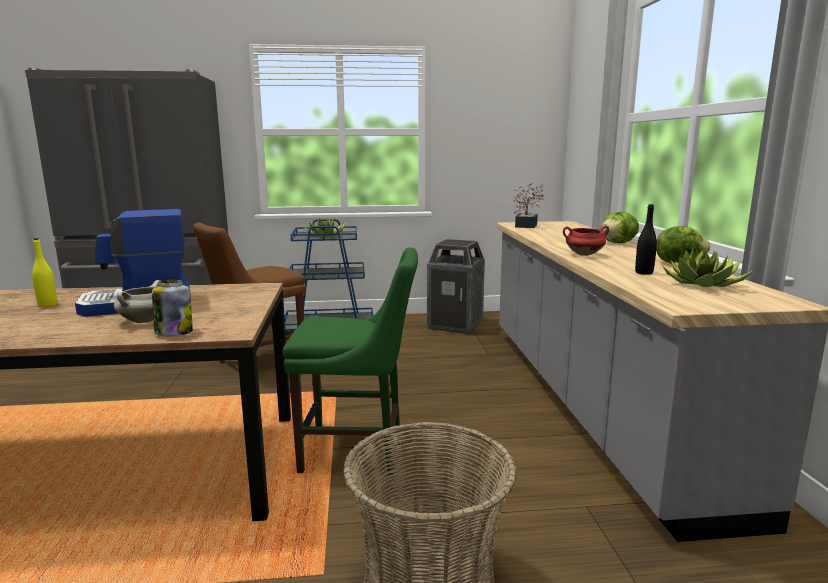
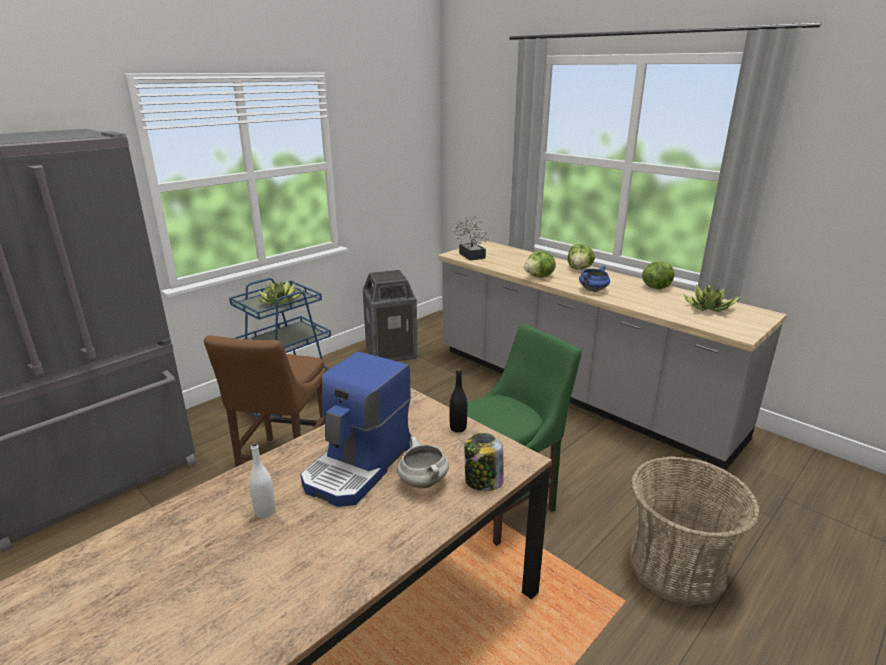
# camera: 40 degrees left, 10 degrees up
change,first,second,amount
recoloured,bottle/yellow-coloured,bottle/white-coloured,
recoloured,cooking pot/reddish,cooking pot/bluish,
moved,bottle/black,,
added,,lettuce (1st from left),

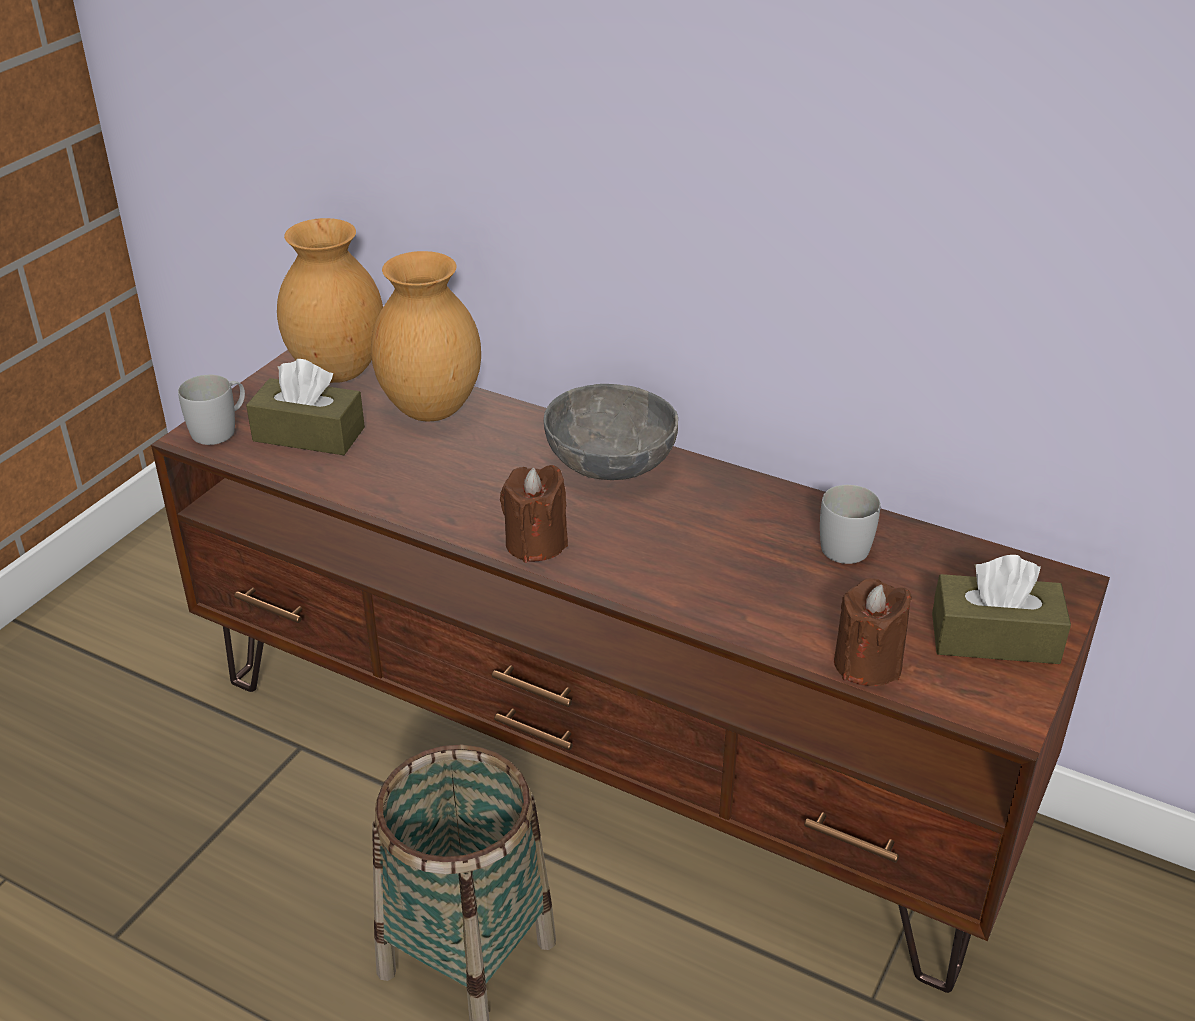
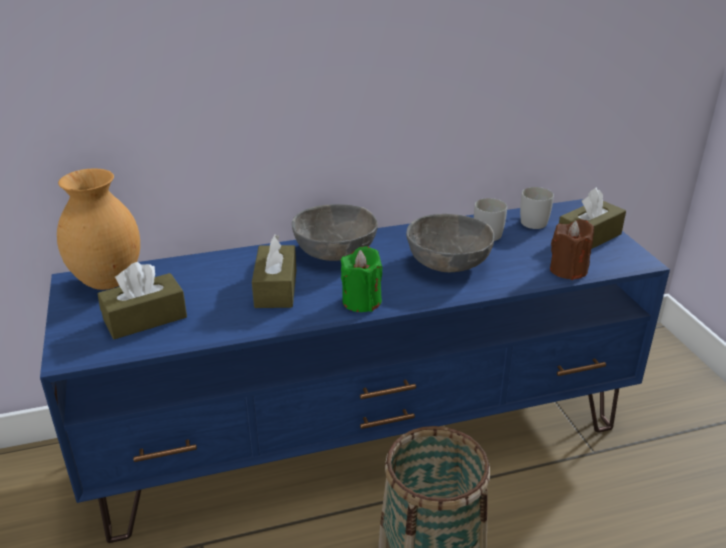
# camera: 45 degrees left, 5 degrees down
change,first,second,amount
recoloured,tv stand/brownish,tv stand/bluish,
moved,mug/white-coloured (1st from left in the first image),mug/white-coloured (2nd from left),
removed,vase/brownish (2nd from left),,
recoloured,candle/brownish (1st from left),candle/green,
added,,tissue box/brownish (2nd from left),
added,,bowl/gray (2nd from left),

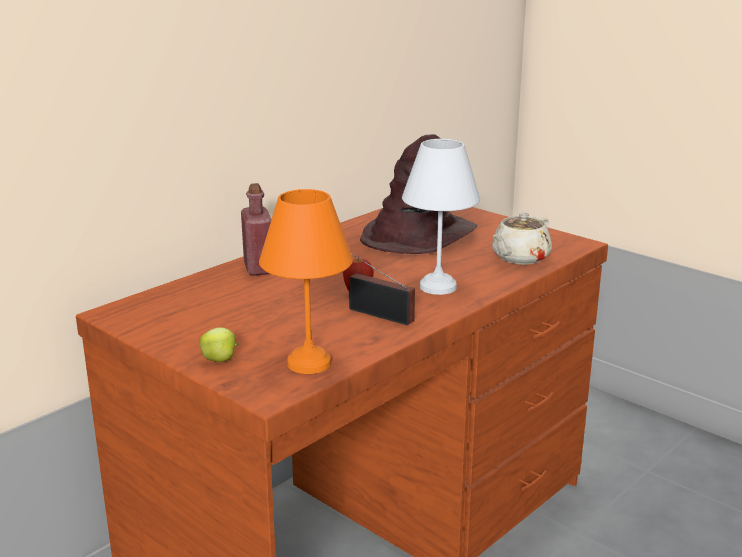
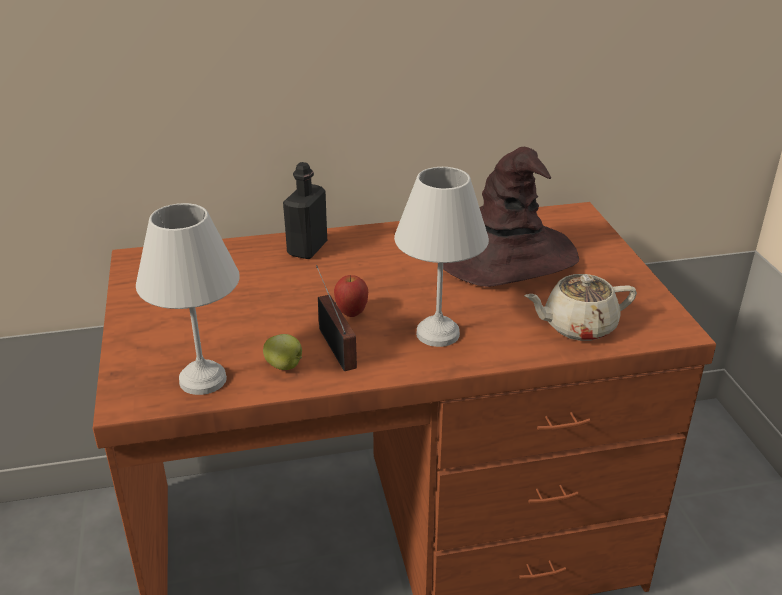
# camera: 35 degrees right, 10 degrees up
change,first,second,amount
moved,apple (1st from left),,
recoloured,bottle/reddish,bottle/black,
recoloured,lamp for a table/orange-coloured,lamp for a table/white-coloured (1st from left),

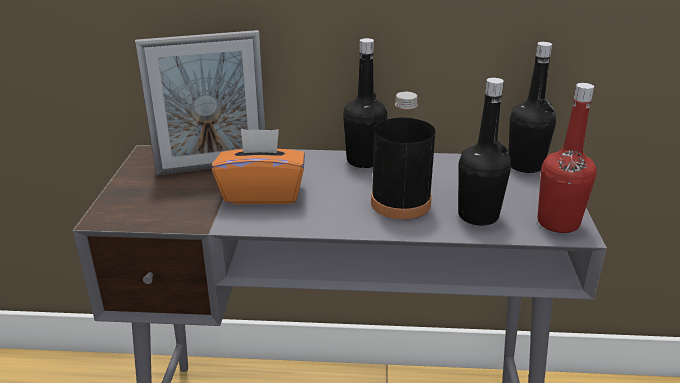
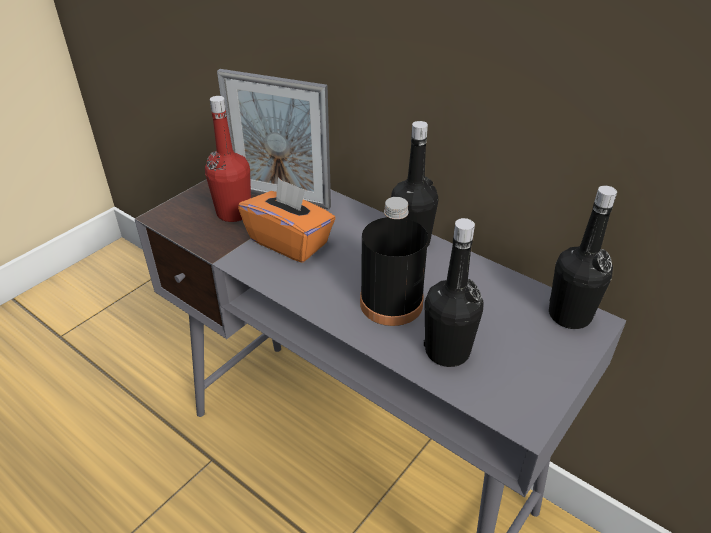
# camera: 35 degrees right, 10 degrees up
change,first,second,amount
moved,bottle/reddish,,

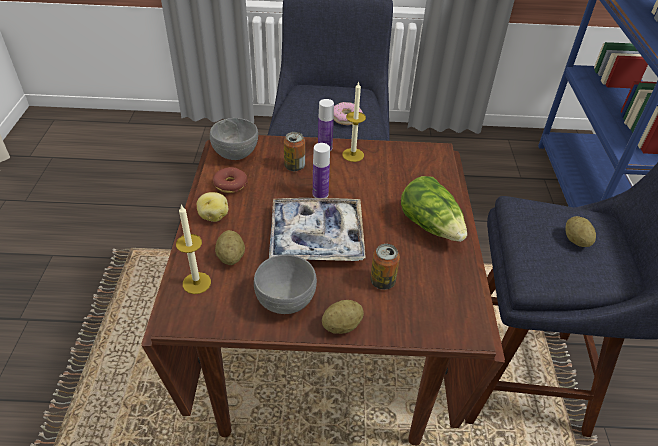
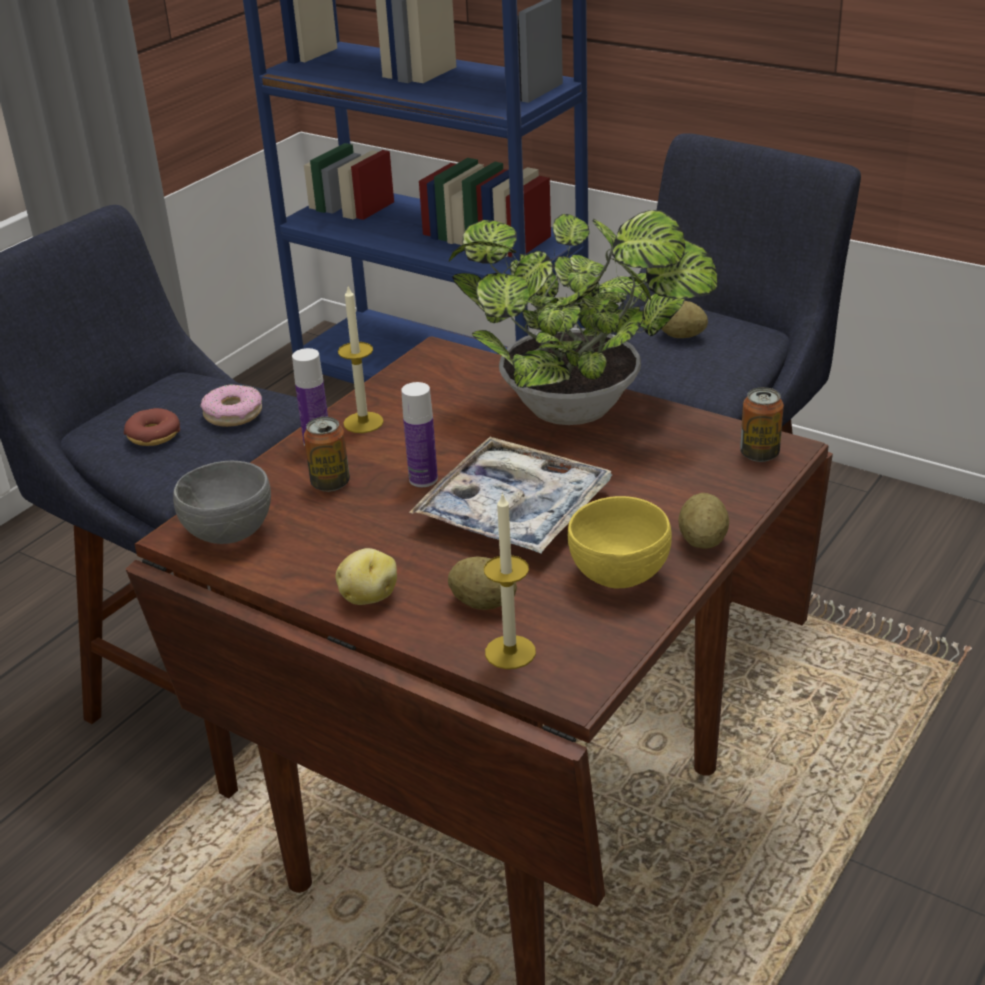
# camera: 55 degrees left, 10 degrees down
change,first,second,amount
moved,ring doughnut (1st from left),,
recoloured,bowl/gray (2nd from left),bowl/yellow-coloured,
moved,can (2nd from left),,
replaced,lettuce,potted plant,

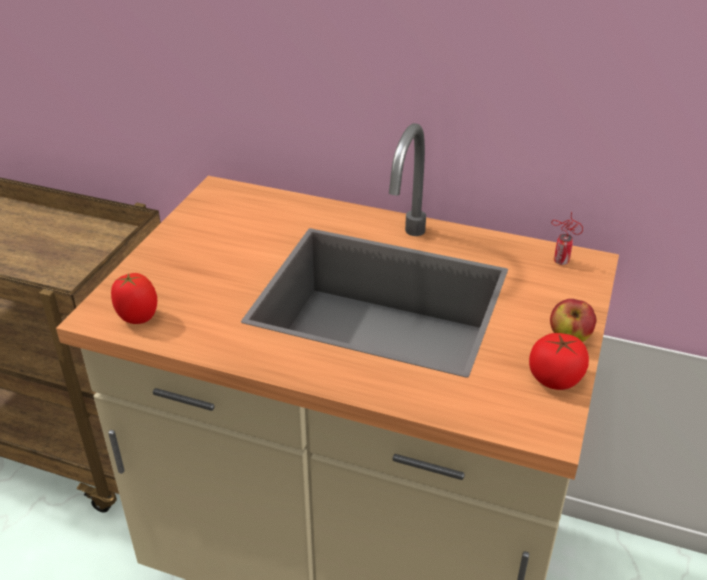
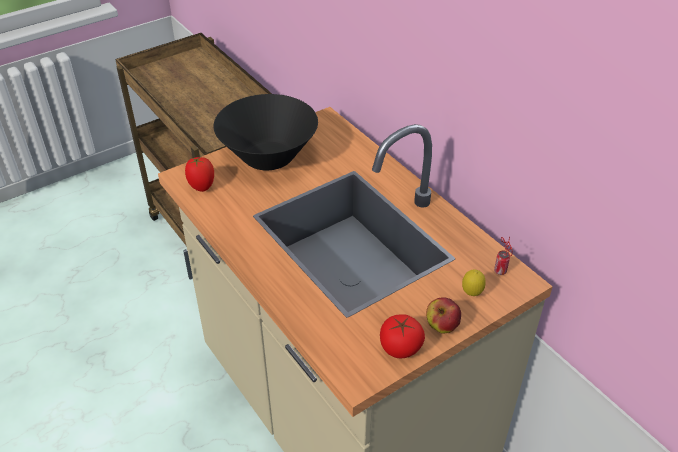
# camera: 35 degrees right, 5 degrees up
change,first,second,amount
added,,bowl/black,
added,,citrus fruit,

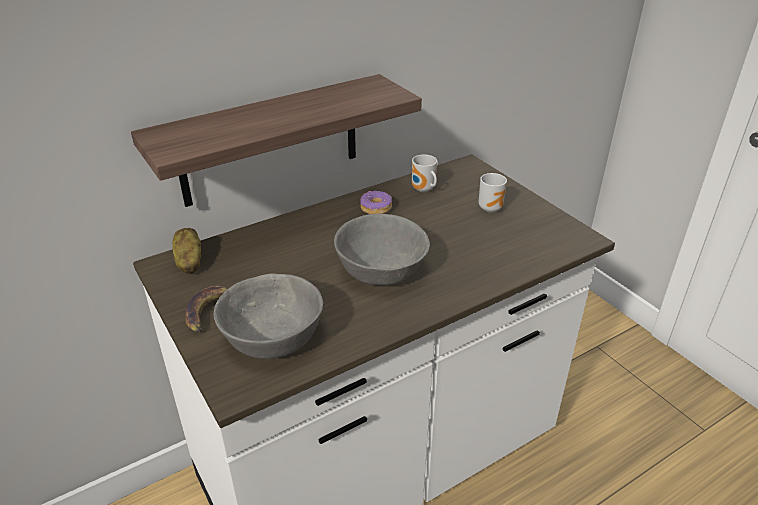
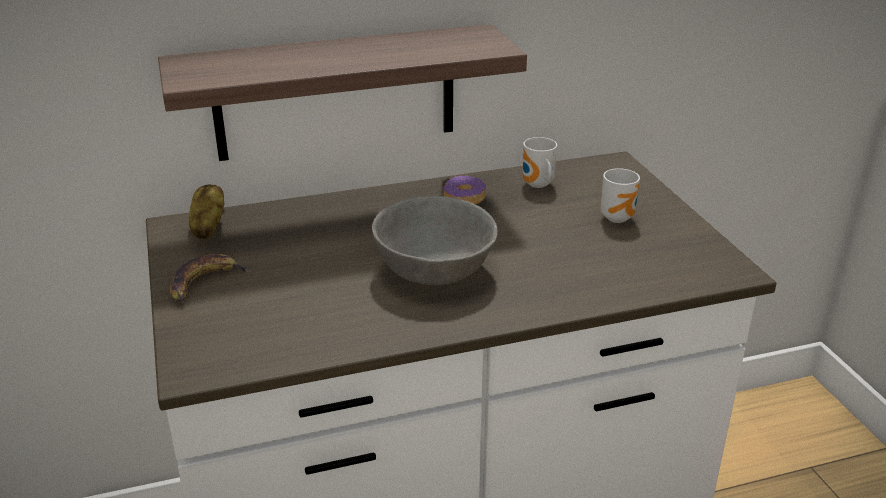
# camera: 15 degrees right, 5 degrees down
change,first,second,amount
removed,bowl/gray (1st from left),,

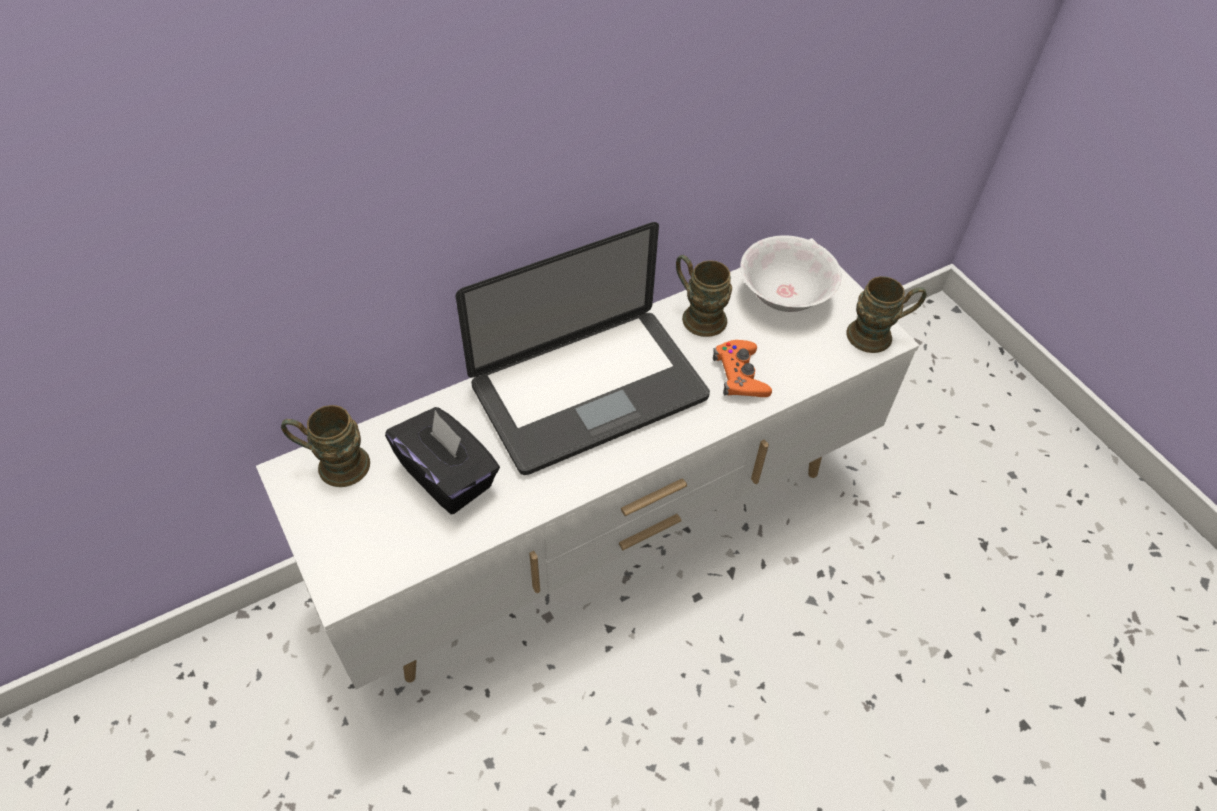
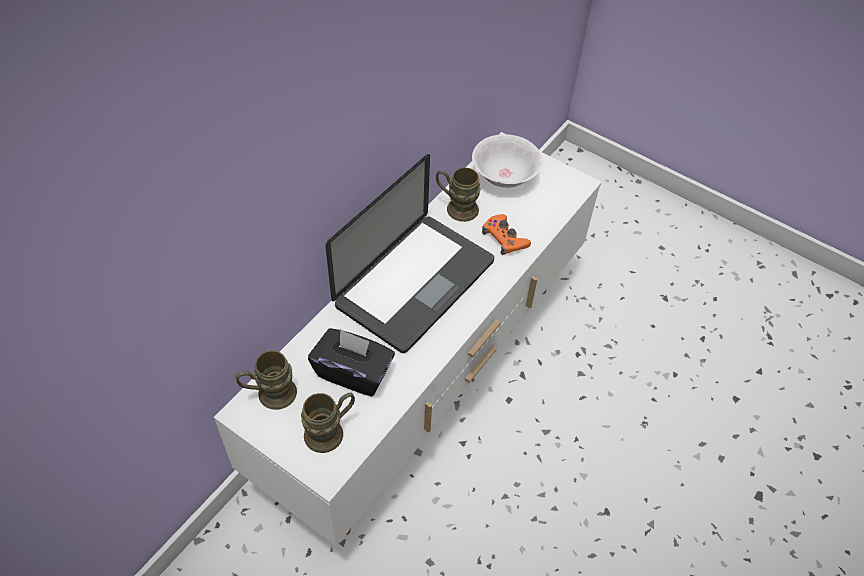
# camera: 25 degrees left, 0 degrees up
change,first,second,amount
moved,mug/brownish (3rd from left in the first image),mug/brownish (2nd from left),

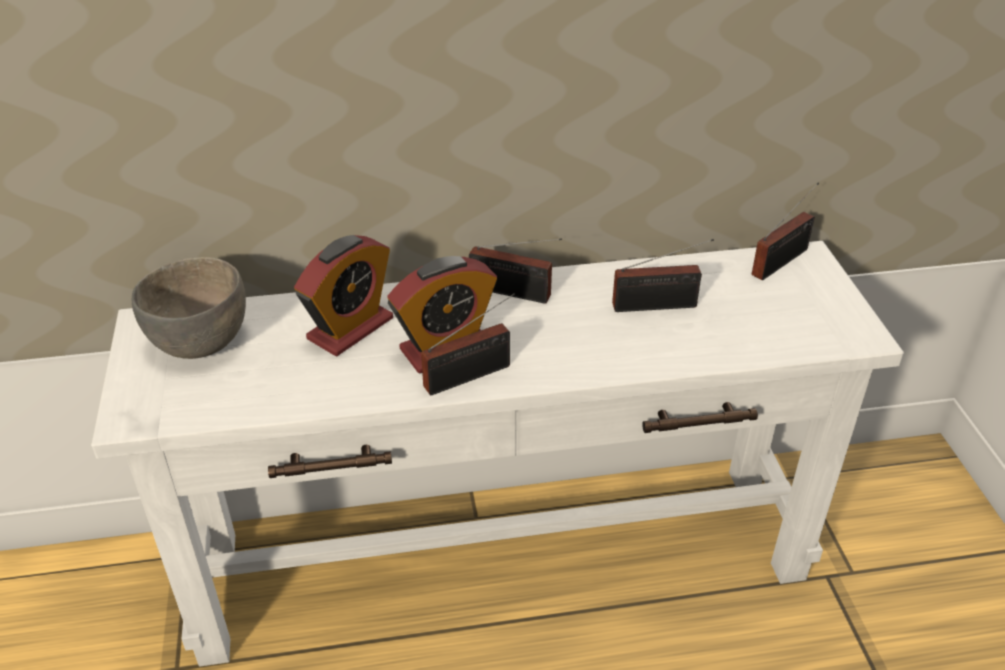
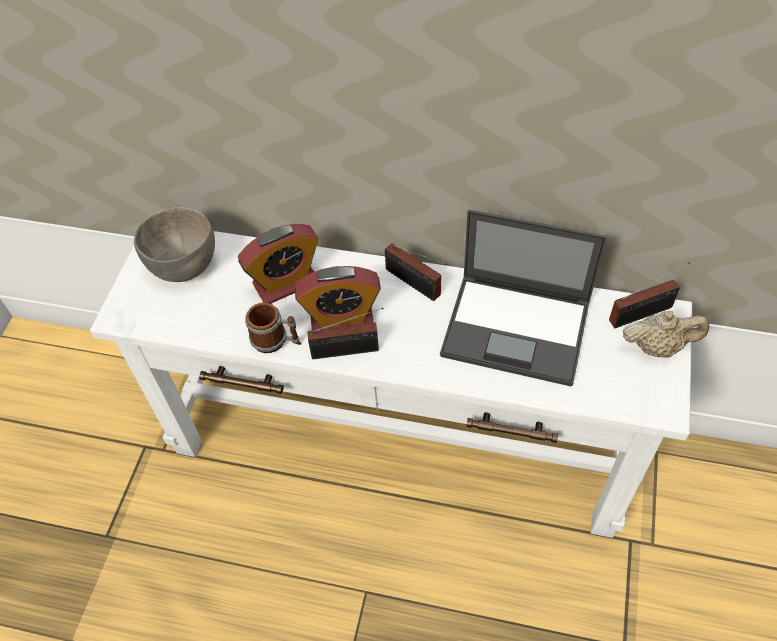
# camera: 25 degrees right, 15 degrees up
change,first,second,amount
replaced,radio receiver (3rd from left),portable computer,
added,,mug,
added,,teapot/sand-coloured,

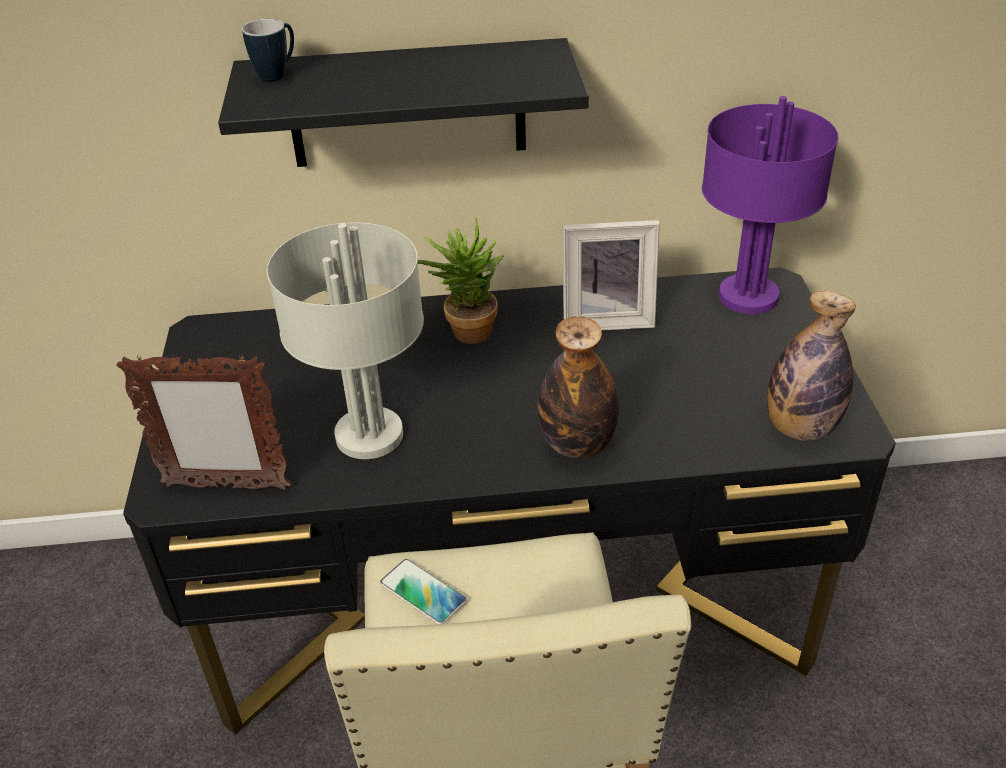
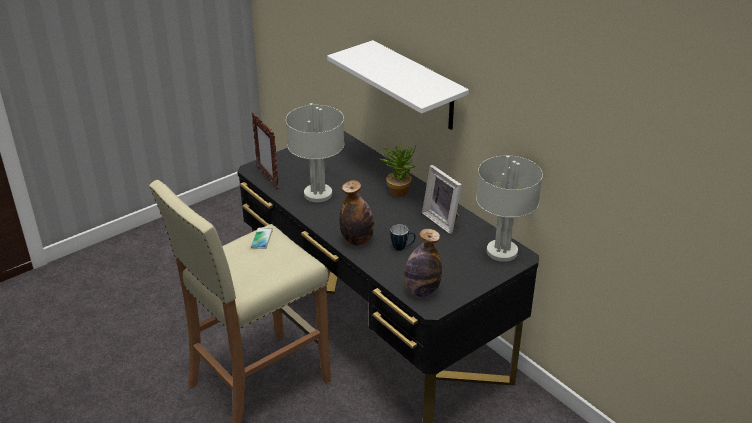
# camera: 55 degrees right, 5 degrees down
change,first,second,amount
recoloured,shelf/black,shelf/white-coloured,
moved,mug,,
recoloured,lamp for a table/purplish,lamp for a table/gray (2nd from left),

